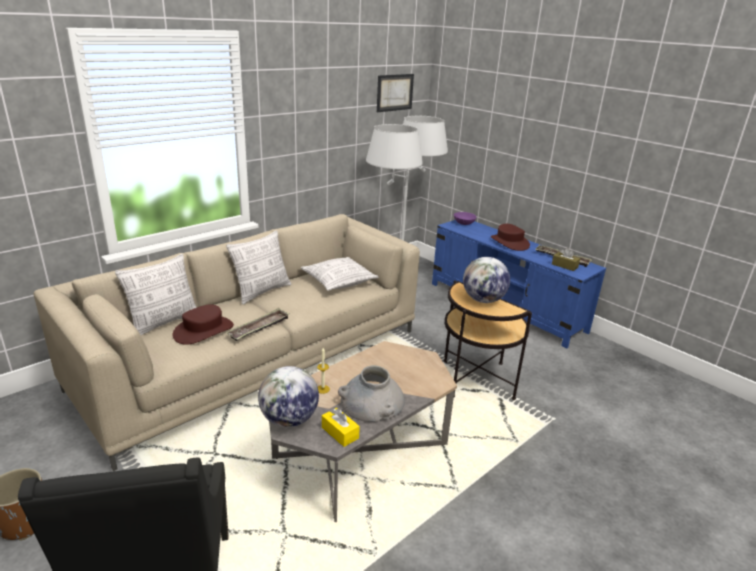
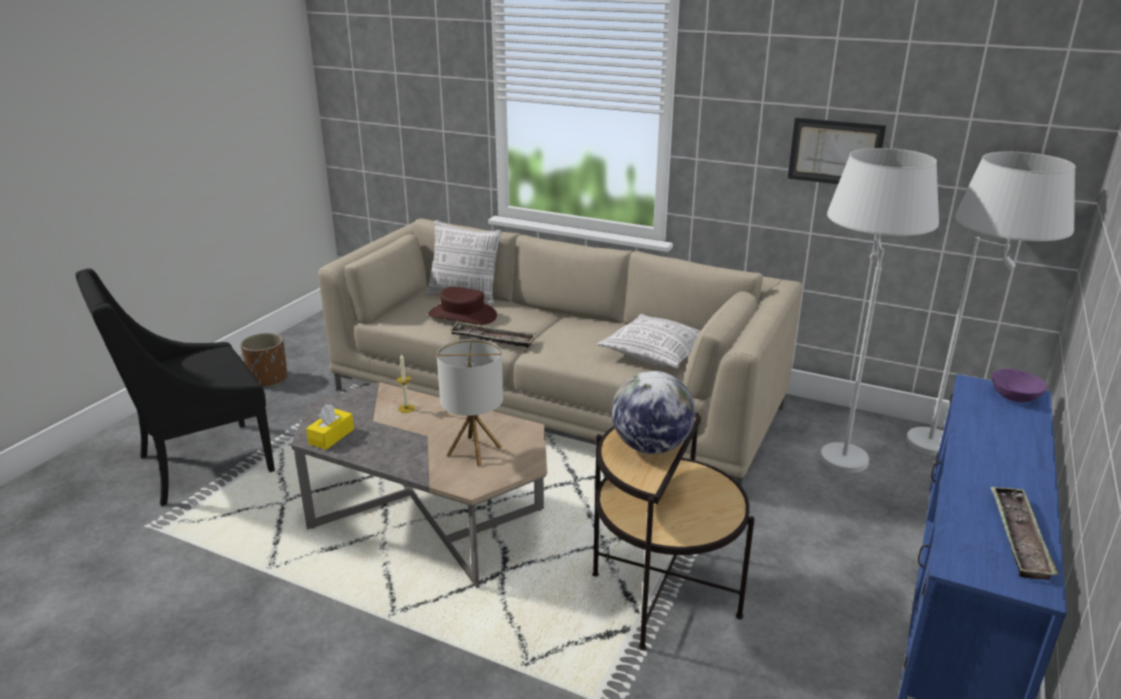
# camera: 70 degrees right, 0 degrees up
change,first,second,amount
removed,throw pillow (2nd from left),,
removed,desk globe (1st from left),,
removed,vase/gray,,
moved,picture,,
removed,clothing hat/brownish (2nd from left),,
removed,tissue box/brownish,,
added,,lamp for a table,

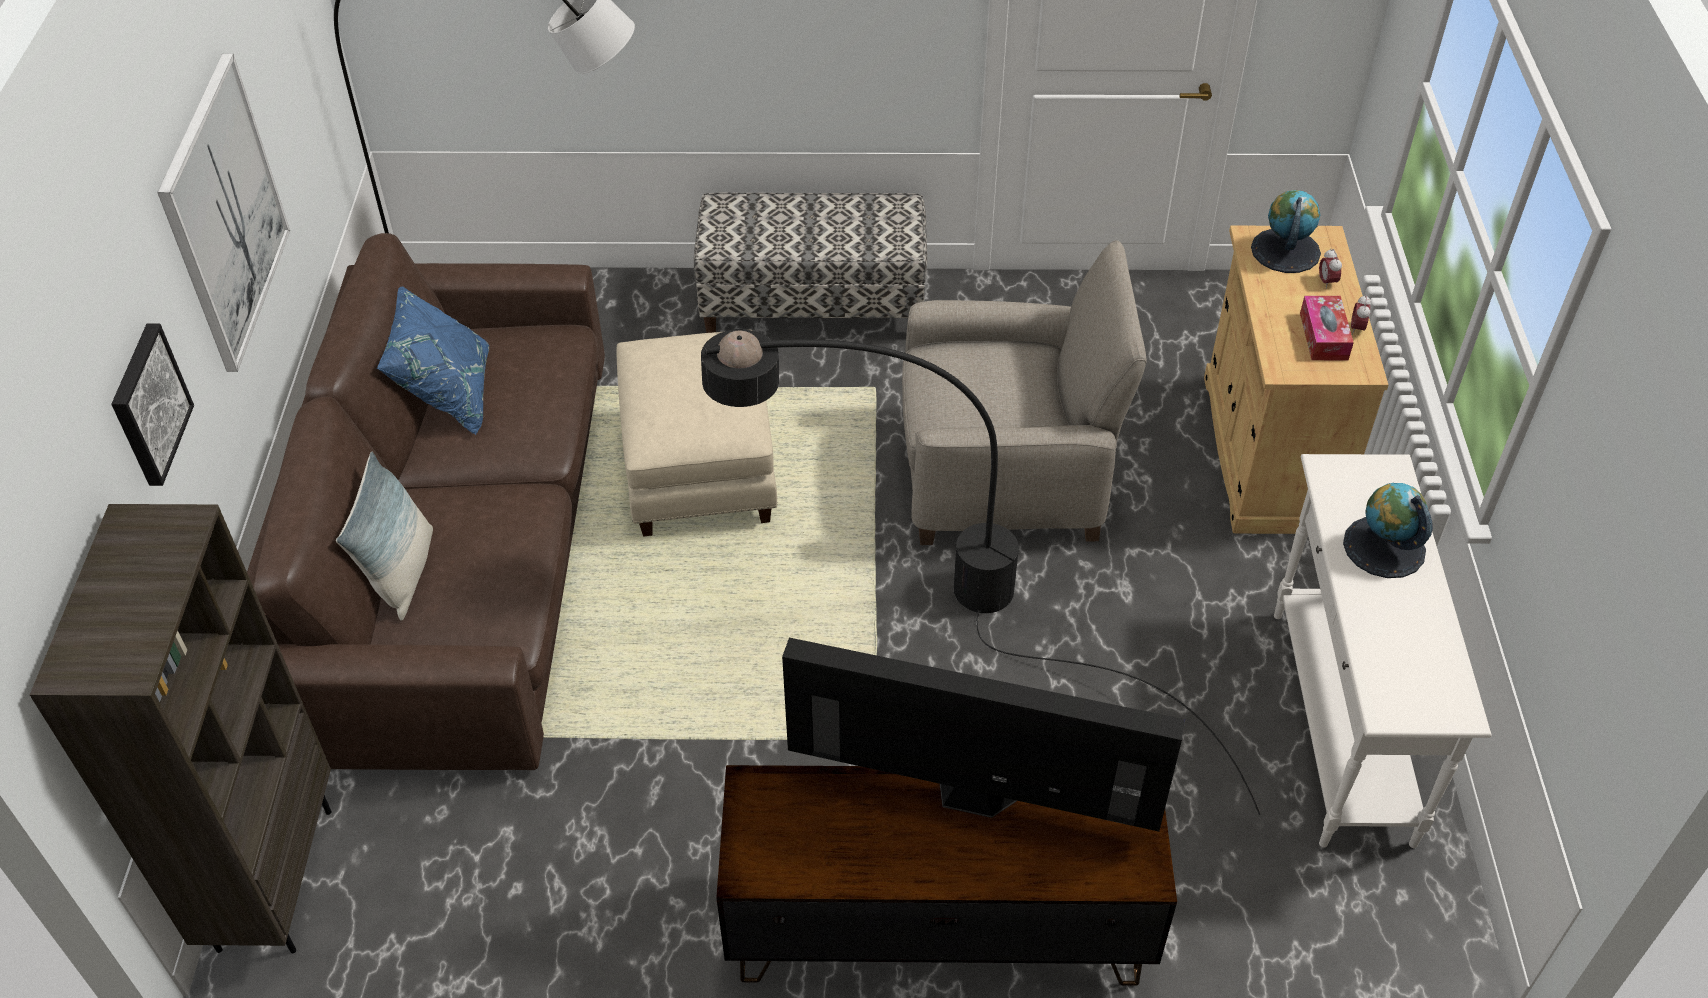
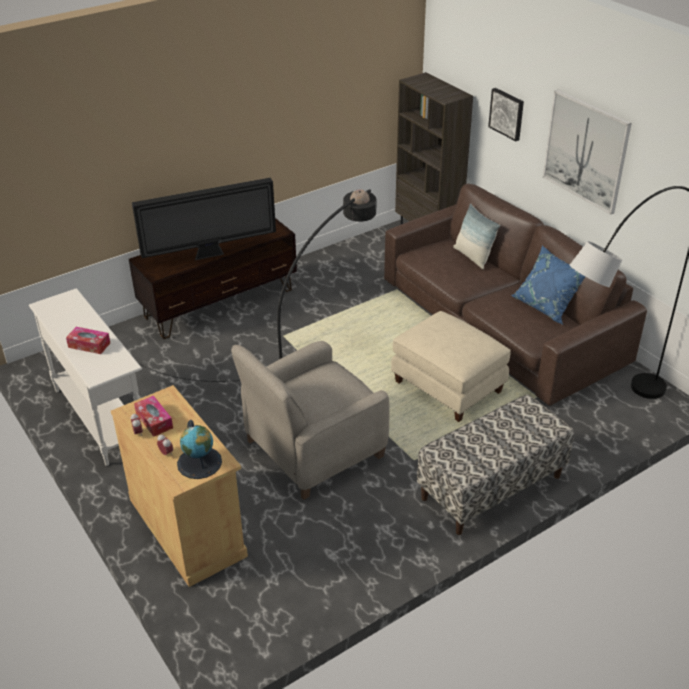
# camera: 145 degrees right, 10 degrees down
change,first,second,amount
replaced,desk globe (2nd from left),tissue box (1st from left),

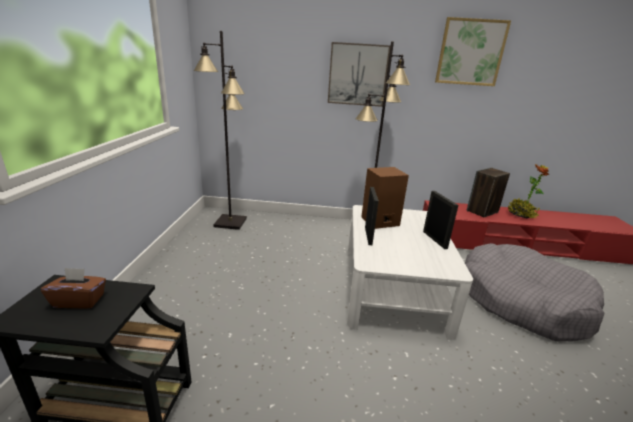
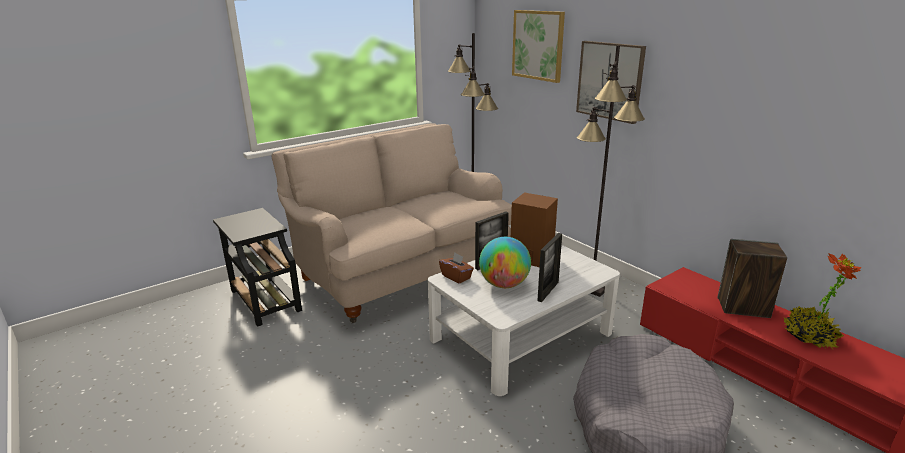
# camera: 50 degrees right, 0 degrees up
change,first,second,amount
moved,tissue box/brownish,,
moved,picture (2nd from left in the first image),picture (1st from left),
added,,sofa/sand-coloured,
added,,desk globe,

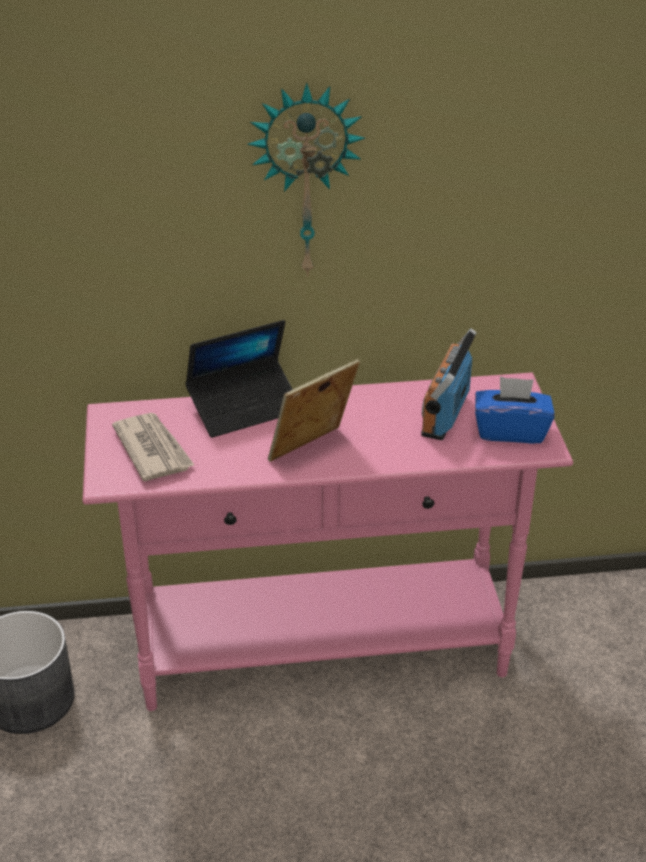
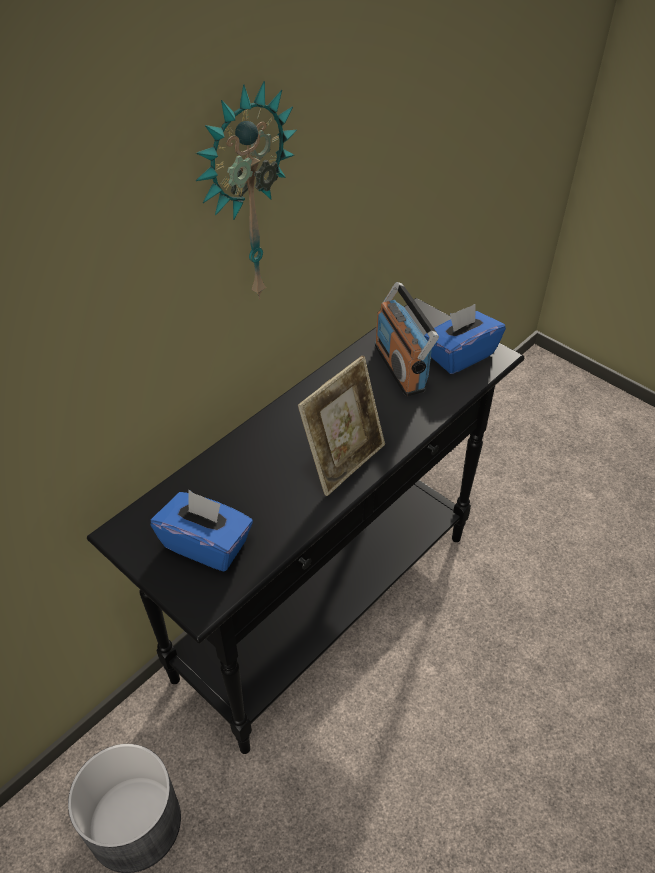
# camera: 40 degrees left, 10 degrees up
change,first,second,amount
recoloured,console table/pinkish,console table/black,
replaced,newspaper,tissue box/bluish (1st from left),
removed,portable computer,,
turned,photo frame,,150 degrees counterclockwise

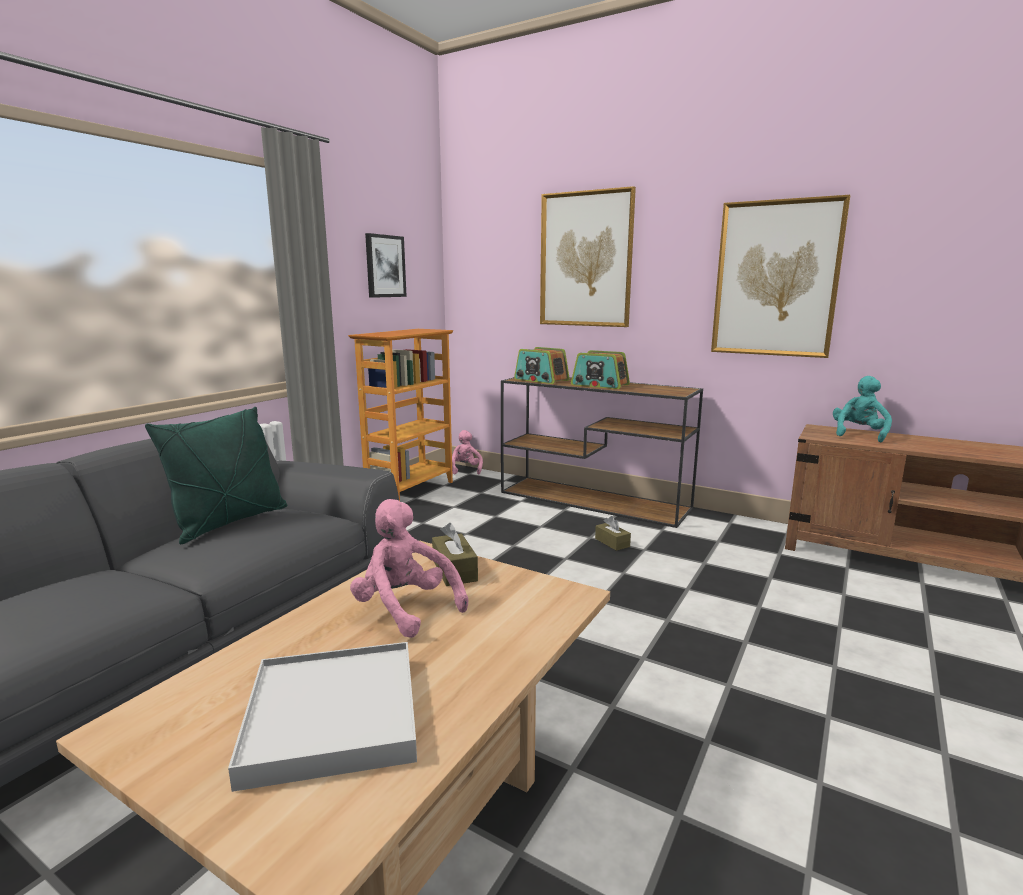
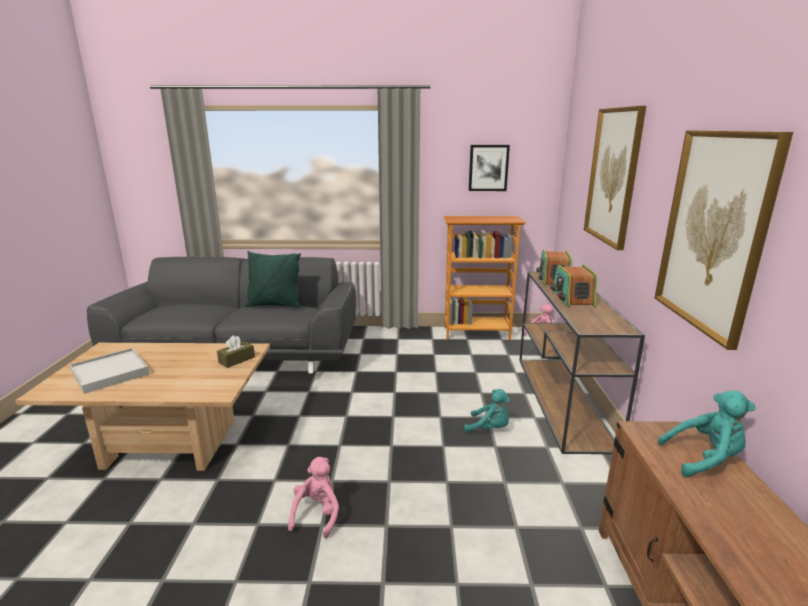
# camera: 60 degrees right, 5 degrees up
change,first,second,amount
moved,soft toy/pinkish (1st from left),,
replaced,tissue box/brownish (2nd from left),soft toy/turquoise (1st from left),

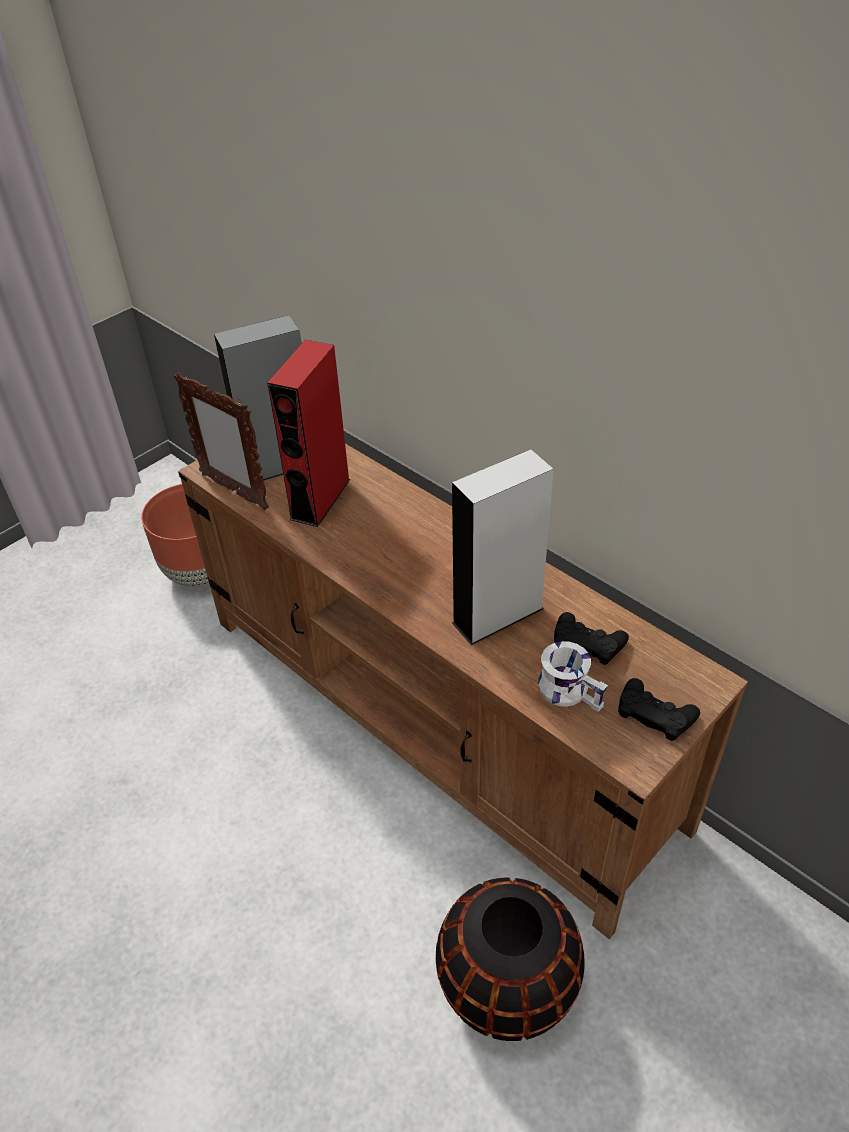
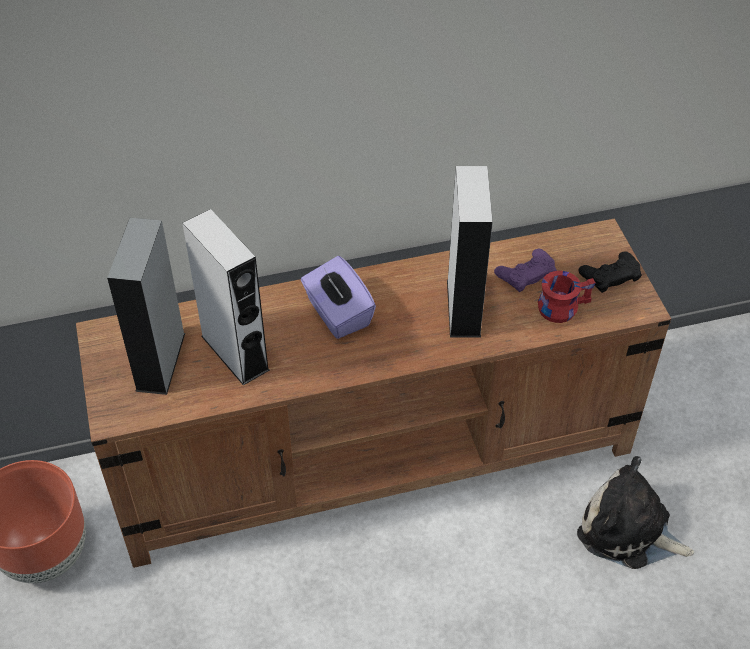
# camera: 60 degrees left, 5 degrees up
change,first,second,amount
removed,photo frame,,
recoloured,loudspeaker/reddish,loudspeaker/gray (2nd from left),
replaced,vase/black,soft toy,
recoloured,mug/white-coloured,mug/reddish,
recoloured,game controller/black (1st from left),game controller/purplish,
added,,tissue box/purplish,

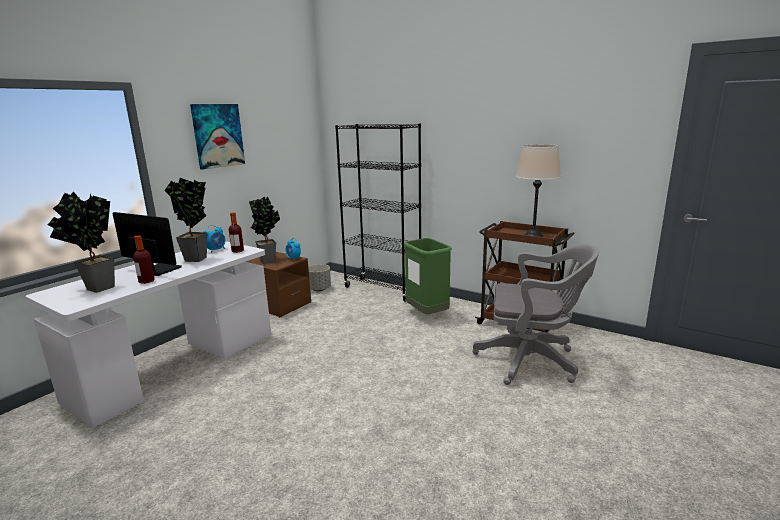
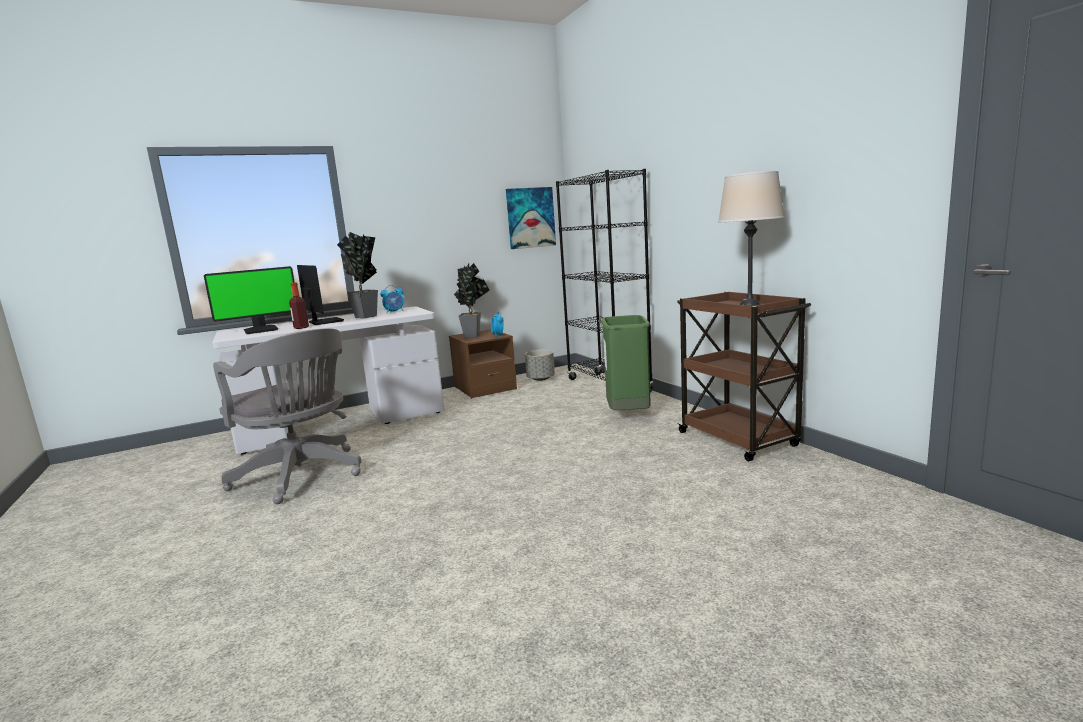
# camera: 30 degrees right, 5 degrees down
change,first,second,amount
replaced,potted plant (1st from left),computer screen (1st from left),
moved,picture,,
removed,bottle (2nd from left),,
moved,computer chair/gray,,

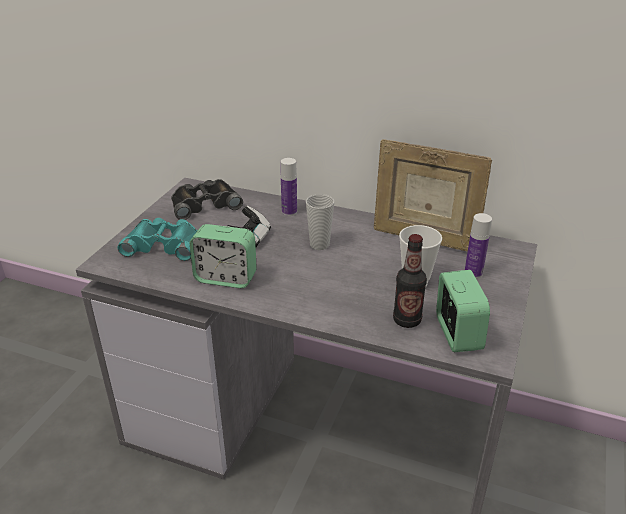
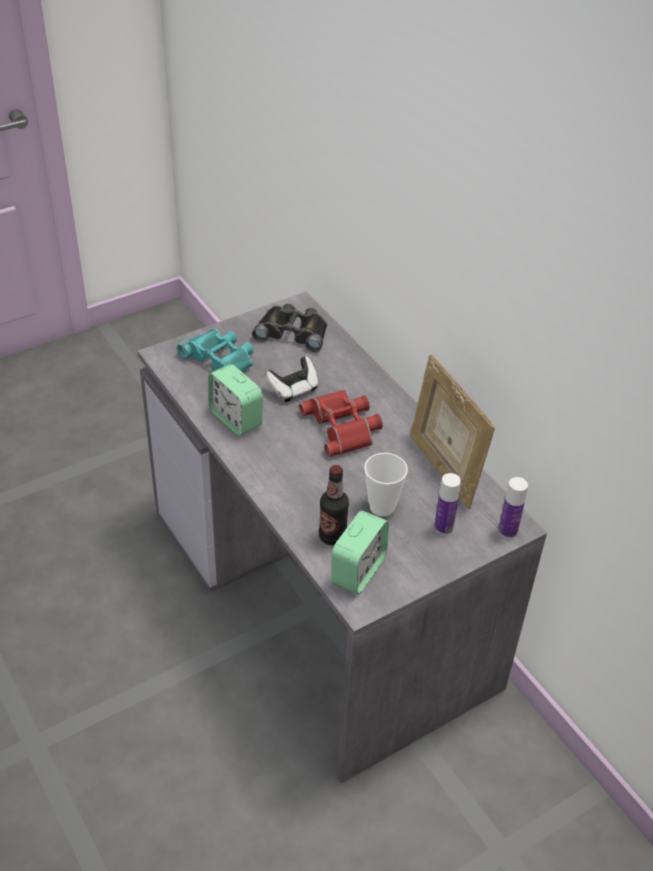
# camera: 35 degrees right, 10 degrees up
change,first,second,amount
moved,bottle (1st from left in the first image),bottle (3rd from left),
replaced,small cup (1st from left),field glasses/reddish,

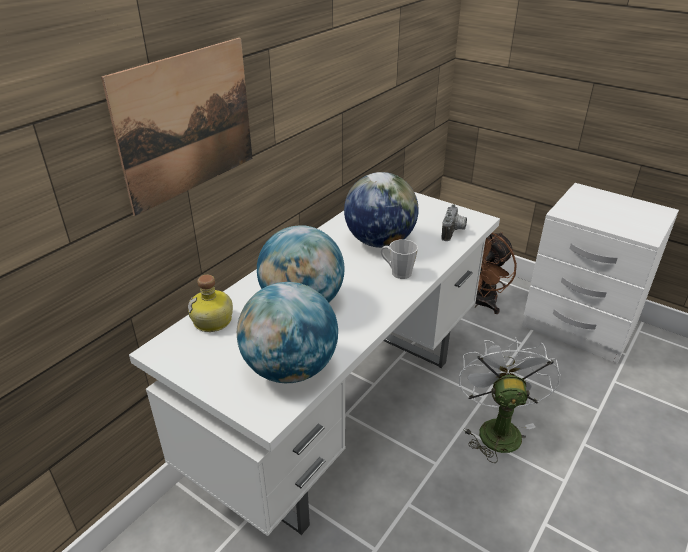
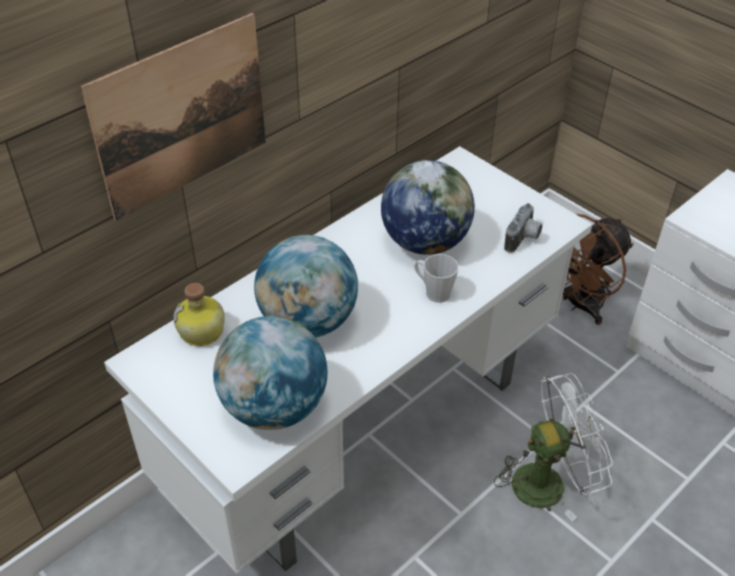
# camera: 10 degrees right, 10 degrees up
change,first,second,amount
turned,cooling fan/white-coloured,,60 degrees clockwise

